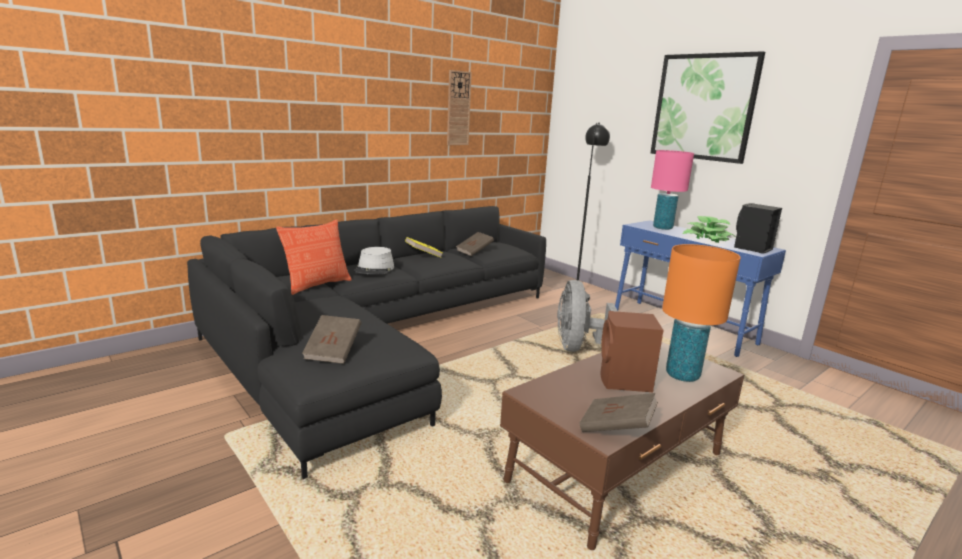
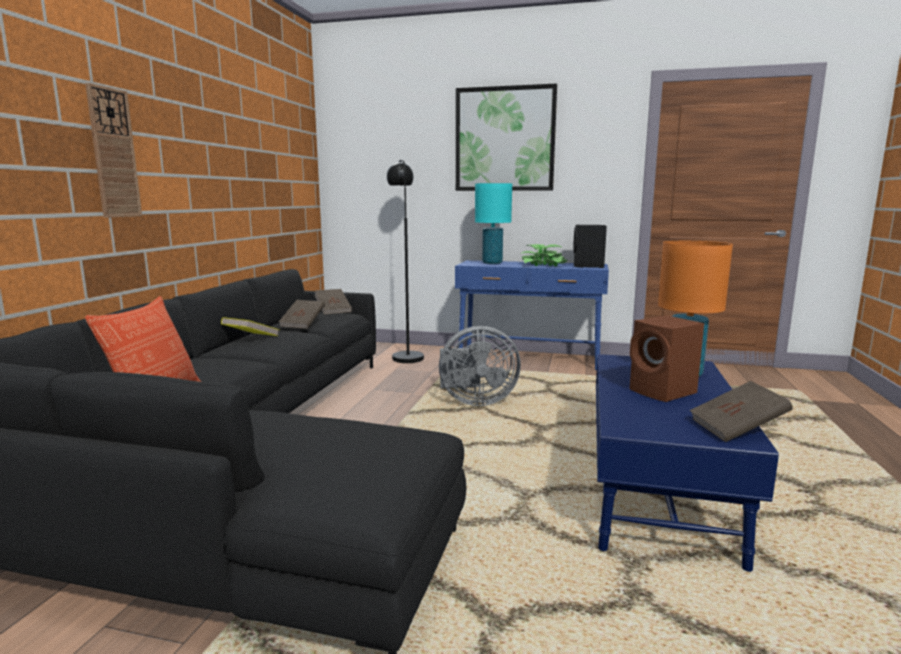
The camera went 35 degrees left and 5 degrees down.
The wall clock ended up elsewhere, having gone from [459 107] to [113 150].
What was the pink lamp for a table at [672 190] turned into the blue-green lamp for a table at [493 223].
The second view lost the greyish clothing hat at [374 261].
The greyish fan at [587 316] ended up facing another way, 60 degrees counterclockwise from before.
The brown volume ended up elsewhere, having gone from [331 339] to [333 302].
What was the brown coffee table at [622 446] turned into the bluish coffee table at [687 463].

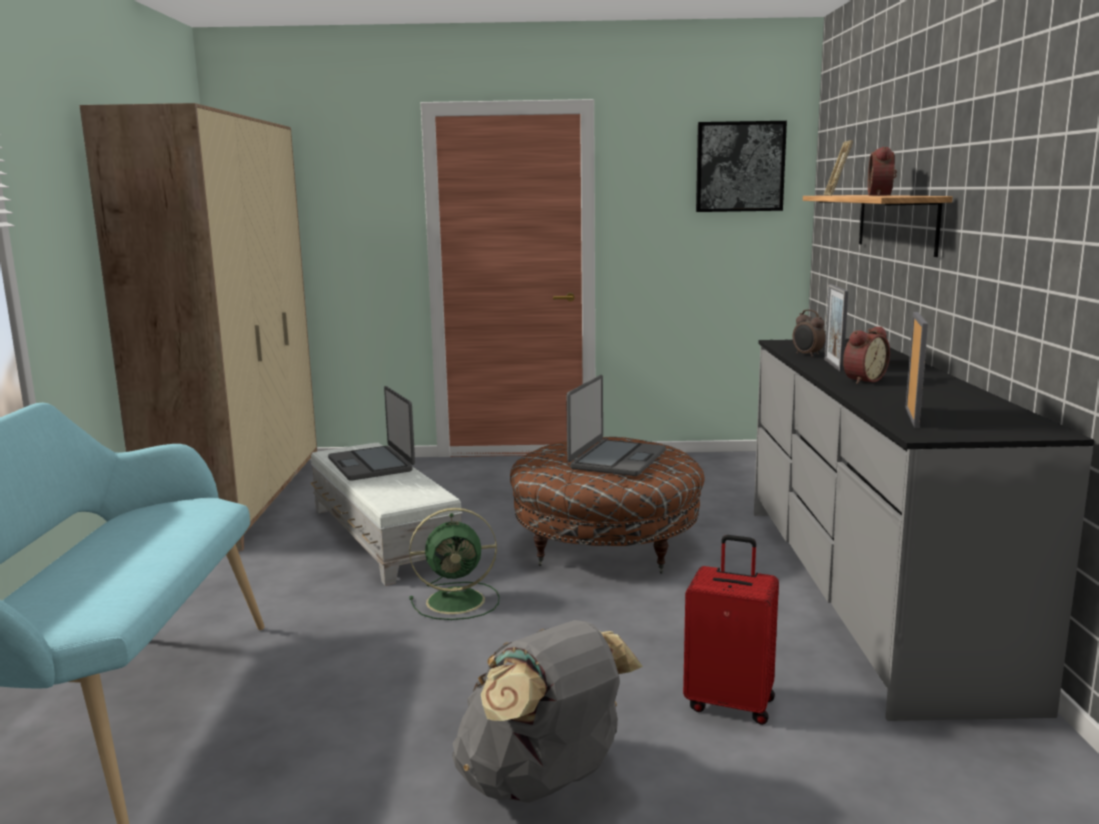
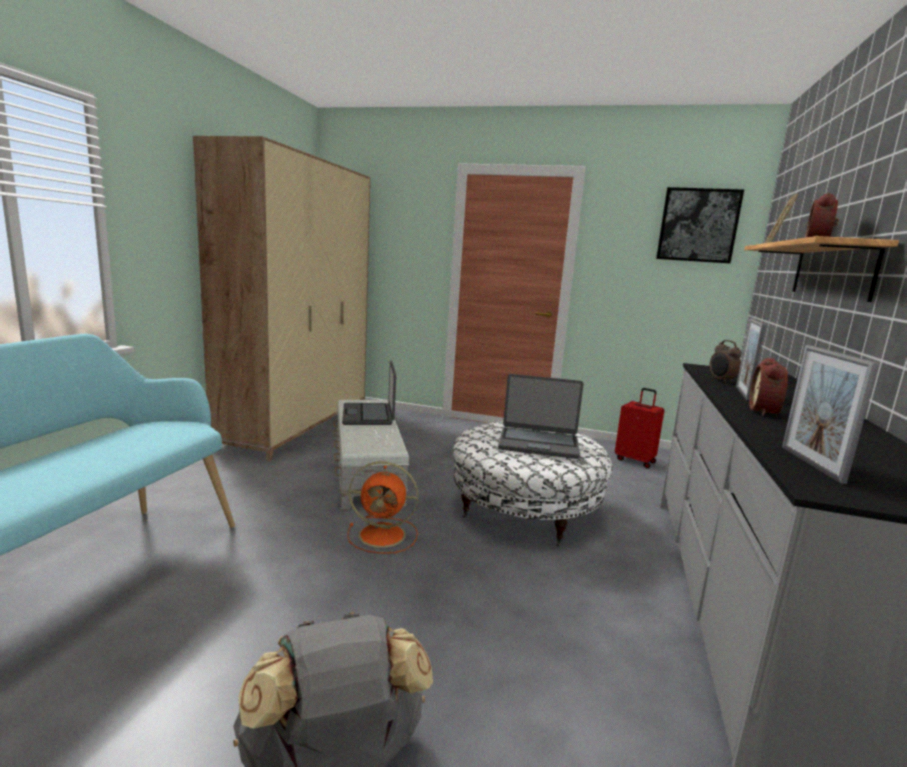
The camera went 15 degrees right and 0 degrees up.
The standing frame at [916 370] ended up facing another way, 150 degrees clockwise from before.
The alarm clock at [866 355] ended up facing another way, 135 degrees clockwise from before.
The notebook computer at [616 425] ended up facing another way, 60 degrees clockwise from before.
What was the brown ottoman at [607 505] turned into the white ottoman at [532 484].
What was the green-coloured fan at [454 564] turned into the orangey fan at [383 507].
The reddish suitcase ended up elsewhere, having gone from [731 630] to [639 428].

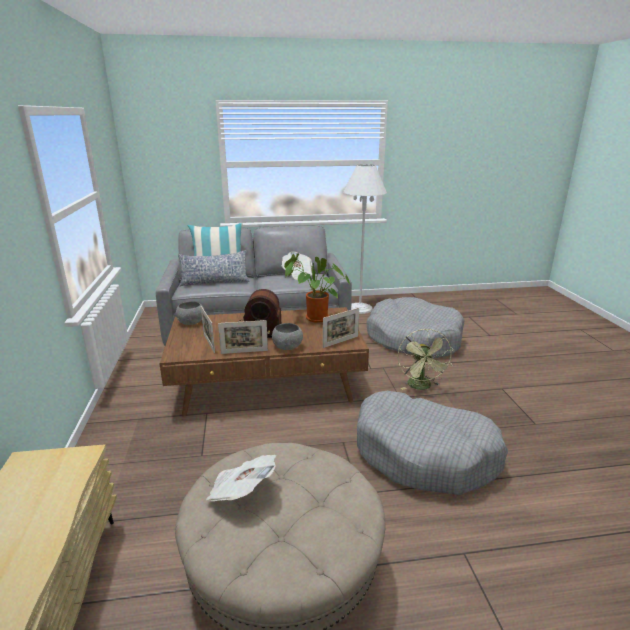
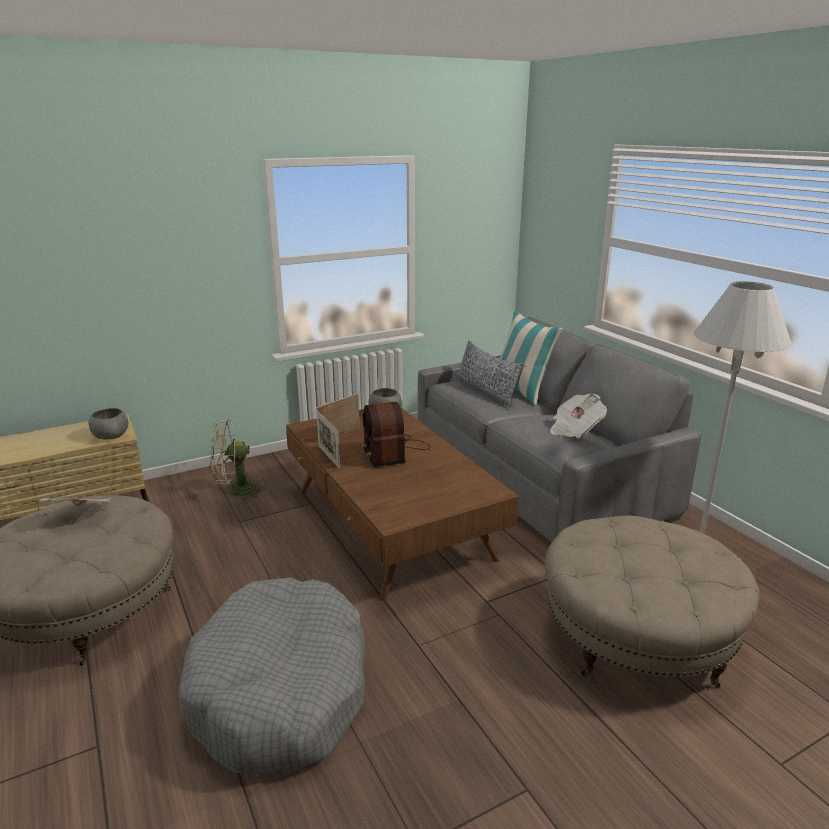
The camera went 70 degrees right and 0 degrees up.
The second view lost the houseplant at [317 288].
Where the greyish dog bed stood at [416 328], the beige-coloured ottoman came to stand at [652 602].
The second view lost the standing frame at [341 328].
The greyish bowl ended up elsewhere, having gone from [287 336] to [108 424].
The green-coloured fan ended up elsewhere, having gone from [425 359] to [237 460].

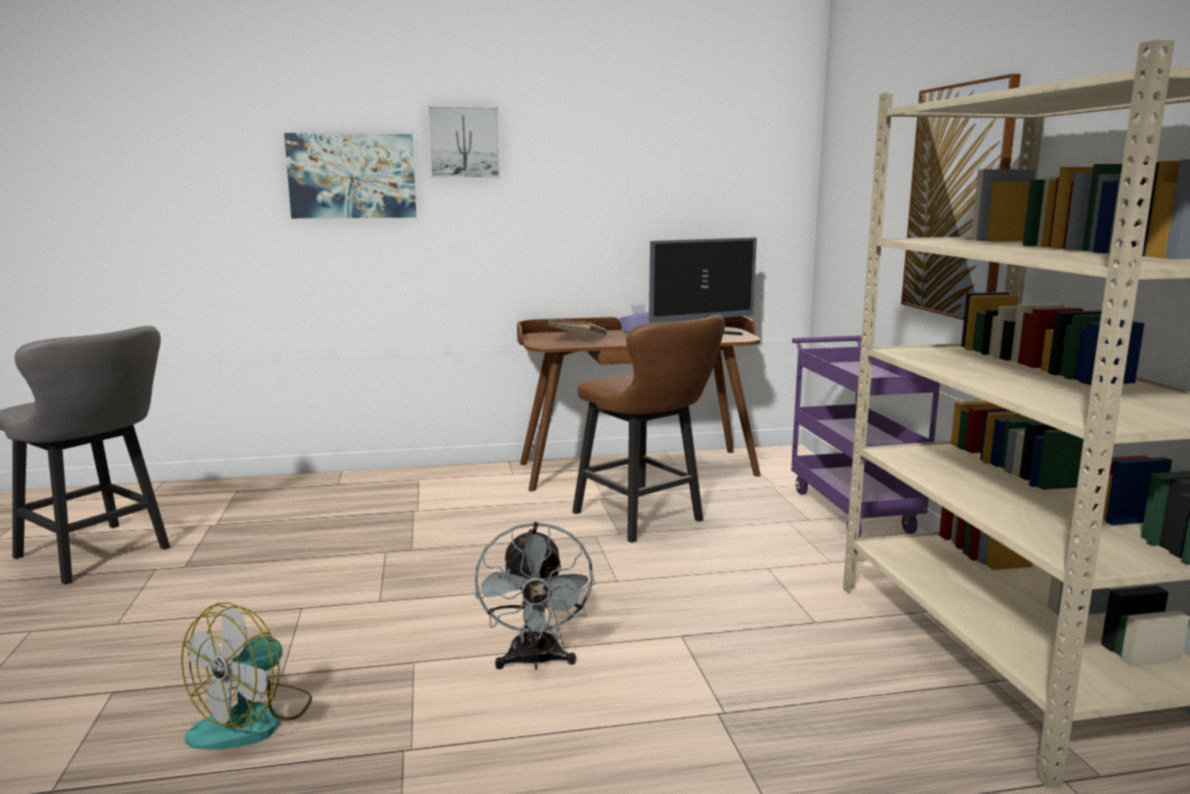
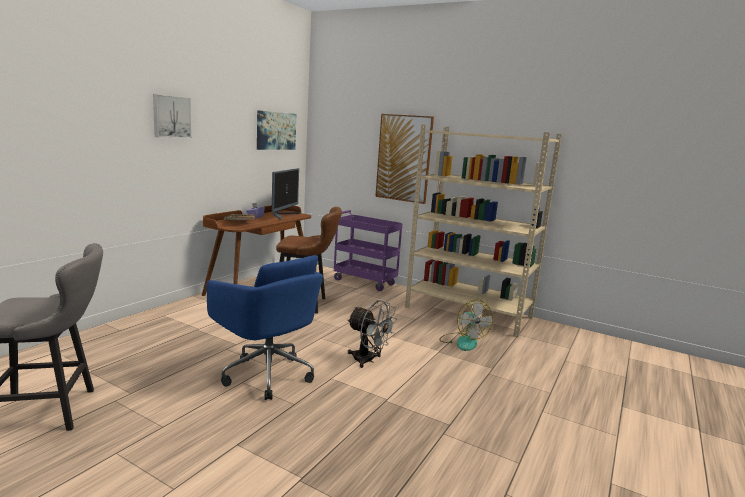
The camera went 50 degrees left and 0 degrees up.
The wall art ended up elsewhere, having gone from [350 175] to [276 130].
The fan ended up elsewhere, having gone from [246 676] to [466 325].
The second view gained the bluish office chair at [265 327].

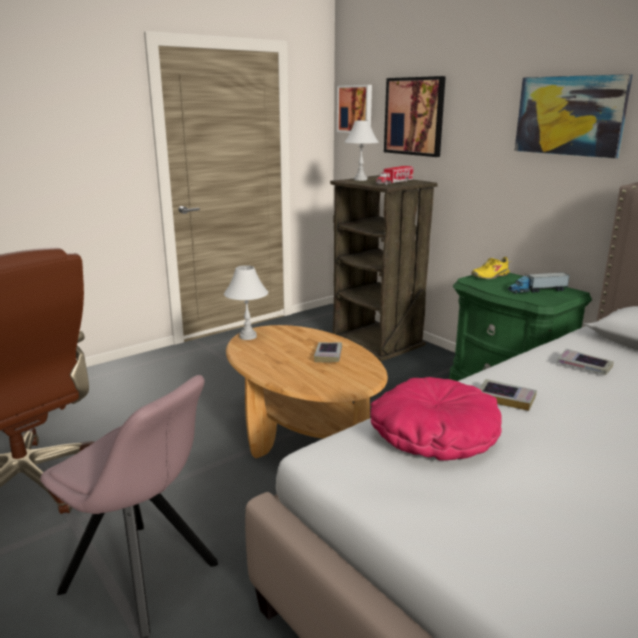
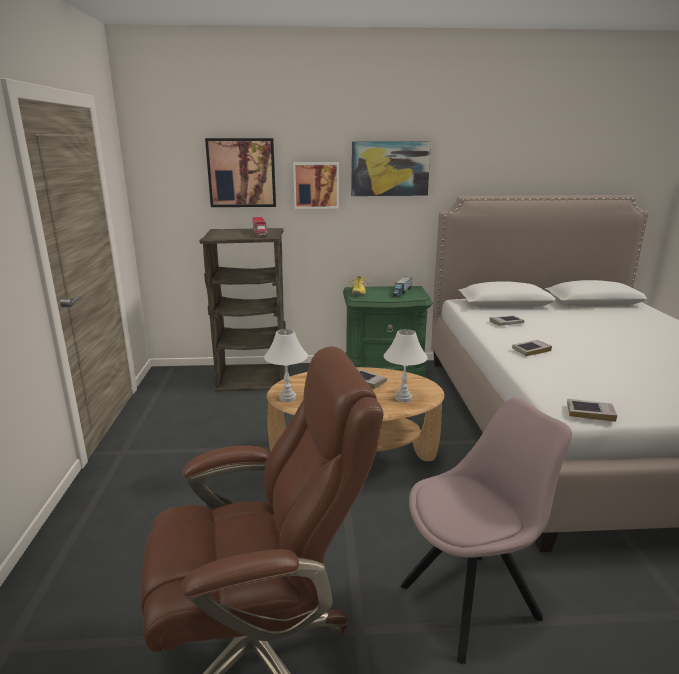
The camera went 55 degrees left and 0 degrees up.
The wall art ended up elsewhere, having gone from [354 109] to [316 186].
The white lamp for a table ended up elsewhere, having gone from [361 150] to [406 365].
The second view lost the pink pillow at [436 419].
The second view gained the volume at [592 410].

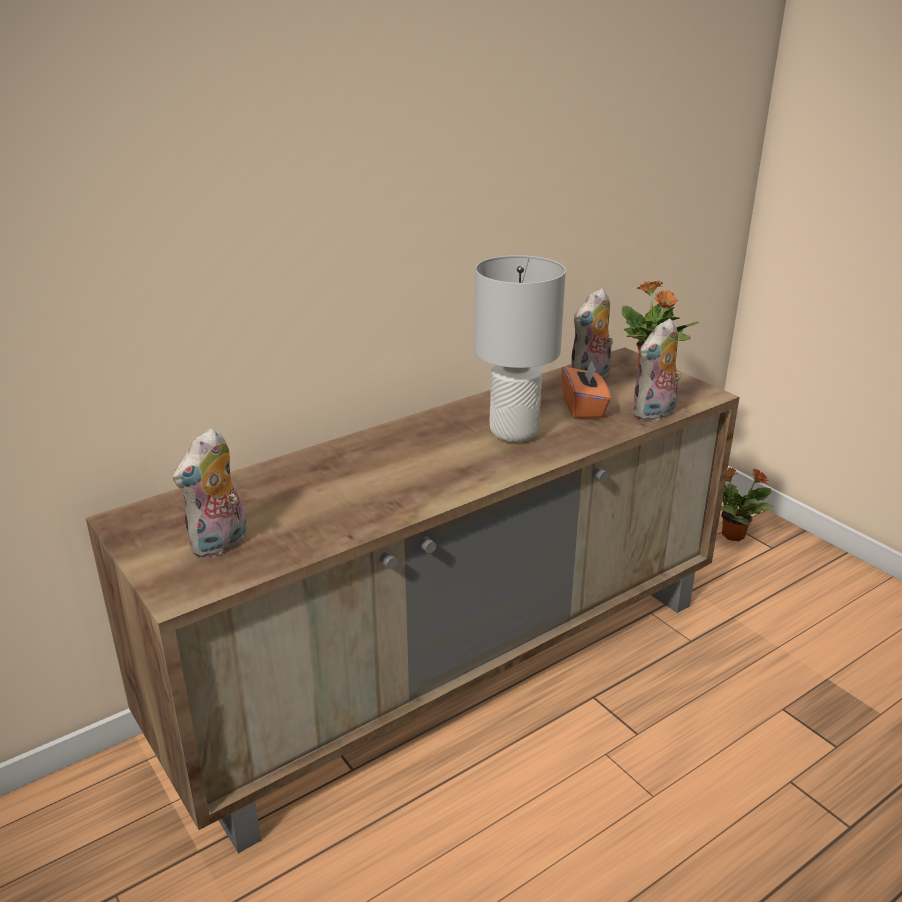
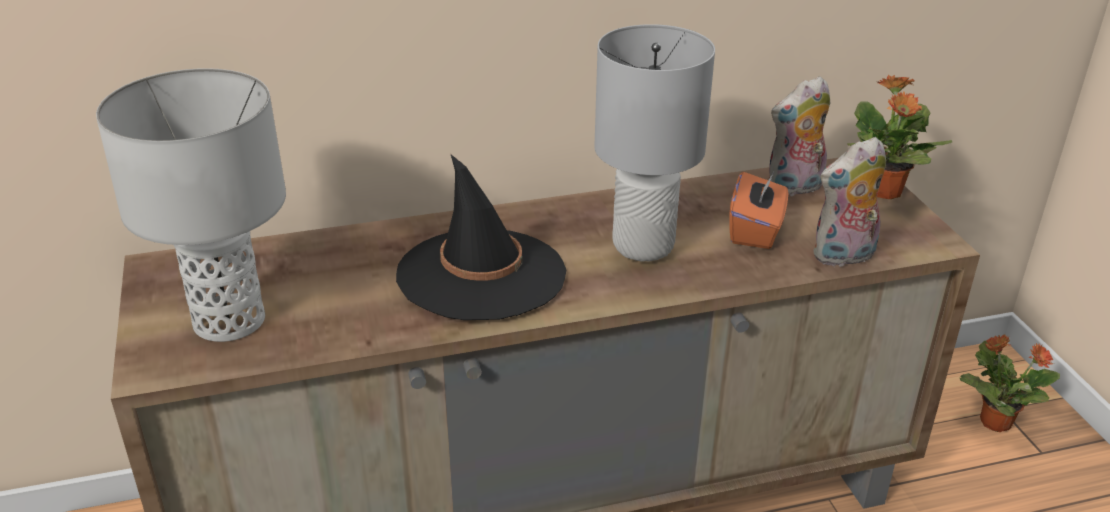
The camera went 20 degrees right and 5 degrees up.
Where the soft toy stood at [210 493], the white lamp for a table came to stand at [191 205].
The second view gained the blackish clothing hat at [481 237].

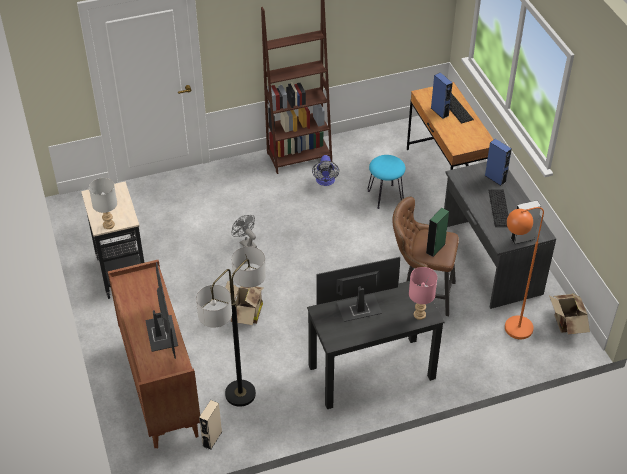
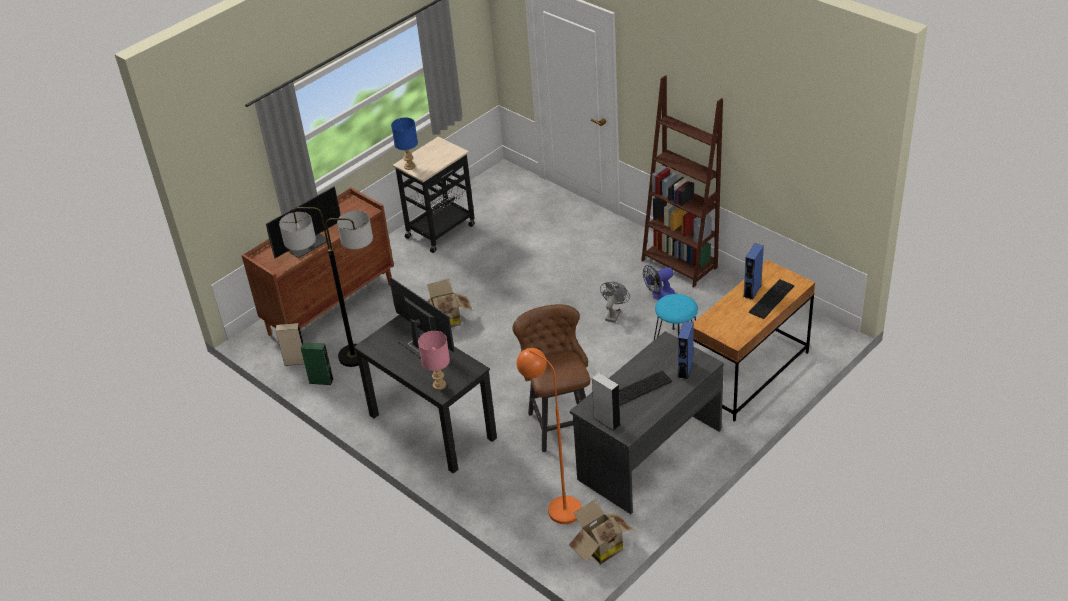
The camera went 65 degrees right and 5 degrees down.
What was the greyish lamp for a table at [103 203] turned into the bluish lamp for a table at [404 143].
The green-coloured speaker ended up elsewhere, having gone from [437 232] to [317 363].
The greyish fan ended up elsewhere, having gone from [244 231] to [615 302].

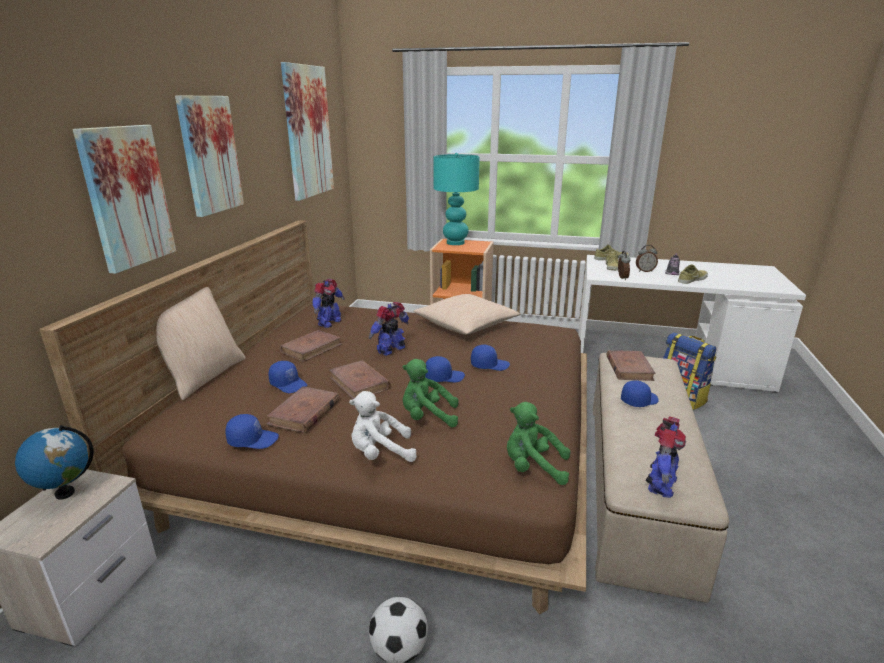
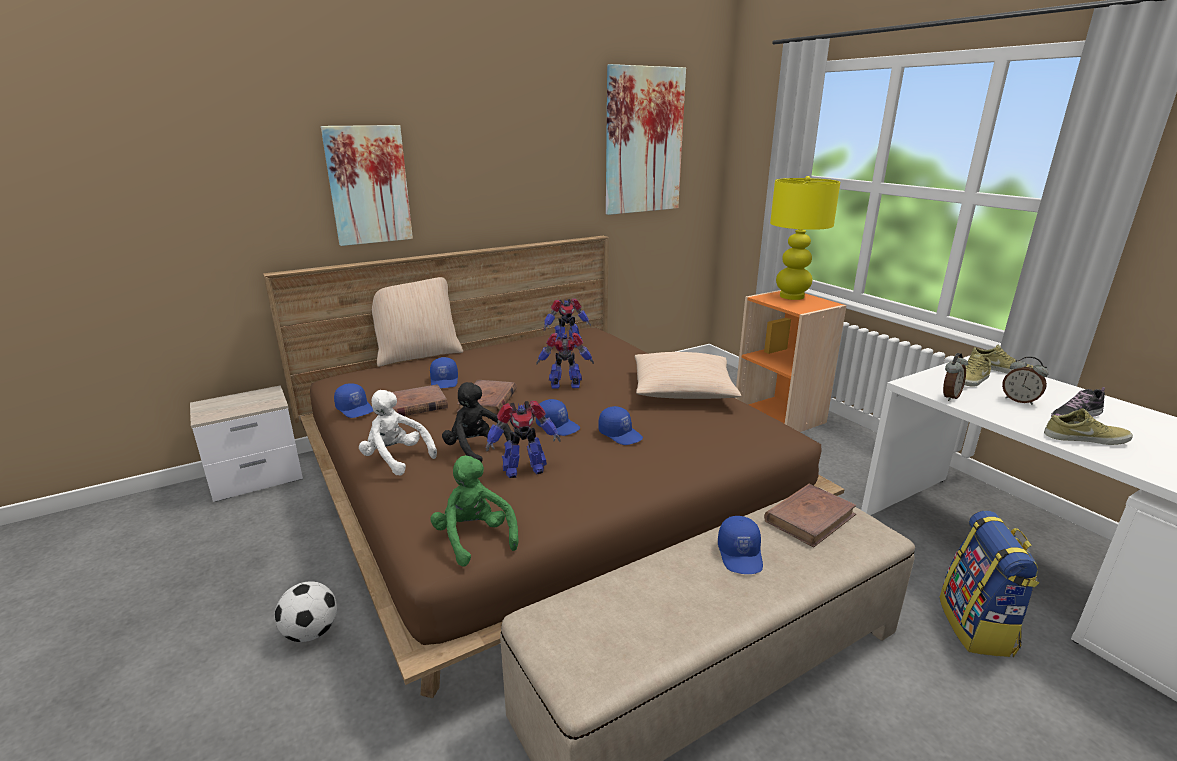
The camera went 45 degrees right and 0 degrees up.
The second view lost the wall art at [209 156].
What was the blue-green lamp for a table at [456 199] turned into the yellowish lamp for a table at [805 238].
The second view lost the brown volume at [311 346].
What was the green-coloured soft toy at [430 393] turned into the blackish soft toy at [476 422].
The bluish peaked cap at [640 393] ended up facing another way, 75 degrees clockwise from before.
The toy robot ended up elsewhere, having gone from [666 457] to [523 439].
The second view lost the world globe at [54 462].

